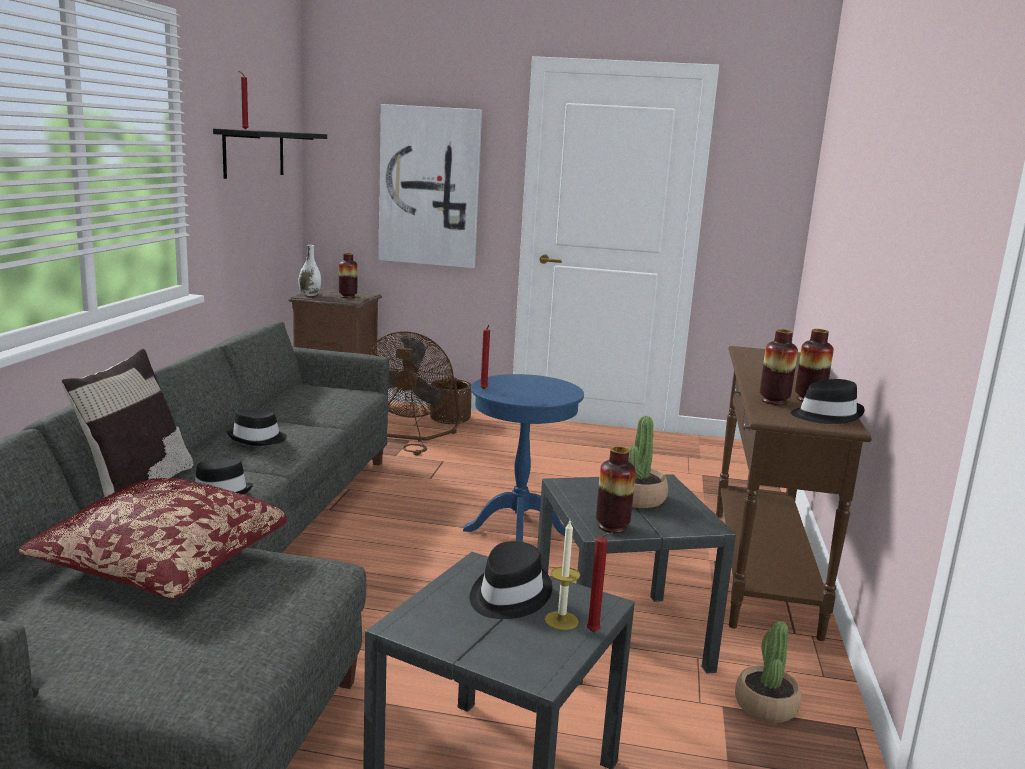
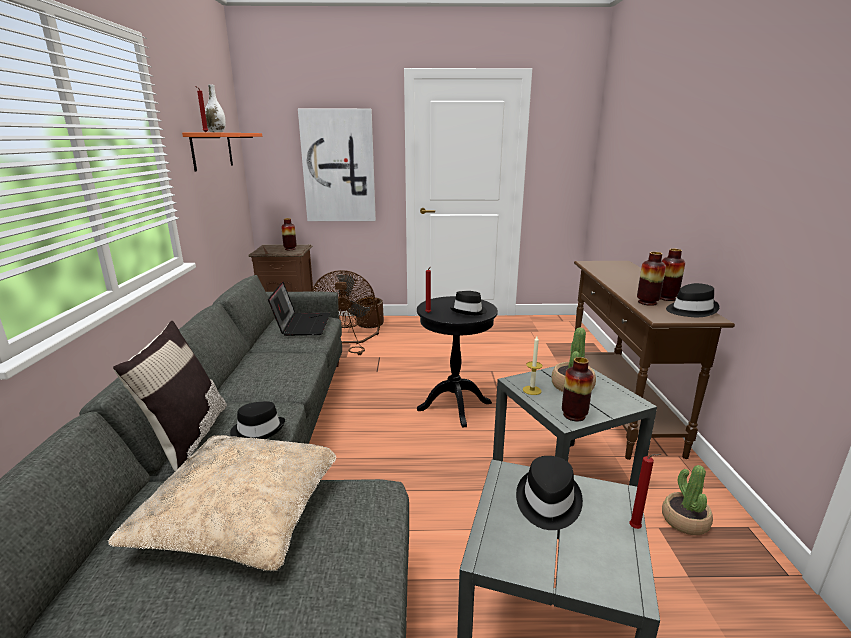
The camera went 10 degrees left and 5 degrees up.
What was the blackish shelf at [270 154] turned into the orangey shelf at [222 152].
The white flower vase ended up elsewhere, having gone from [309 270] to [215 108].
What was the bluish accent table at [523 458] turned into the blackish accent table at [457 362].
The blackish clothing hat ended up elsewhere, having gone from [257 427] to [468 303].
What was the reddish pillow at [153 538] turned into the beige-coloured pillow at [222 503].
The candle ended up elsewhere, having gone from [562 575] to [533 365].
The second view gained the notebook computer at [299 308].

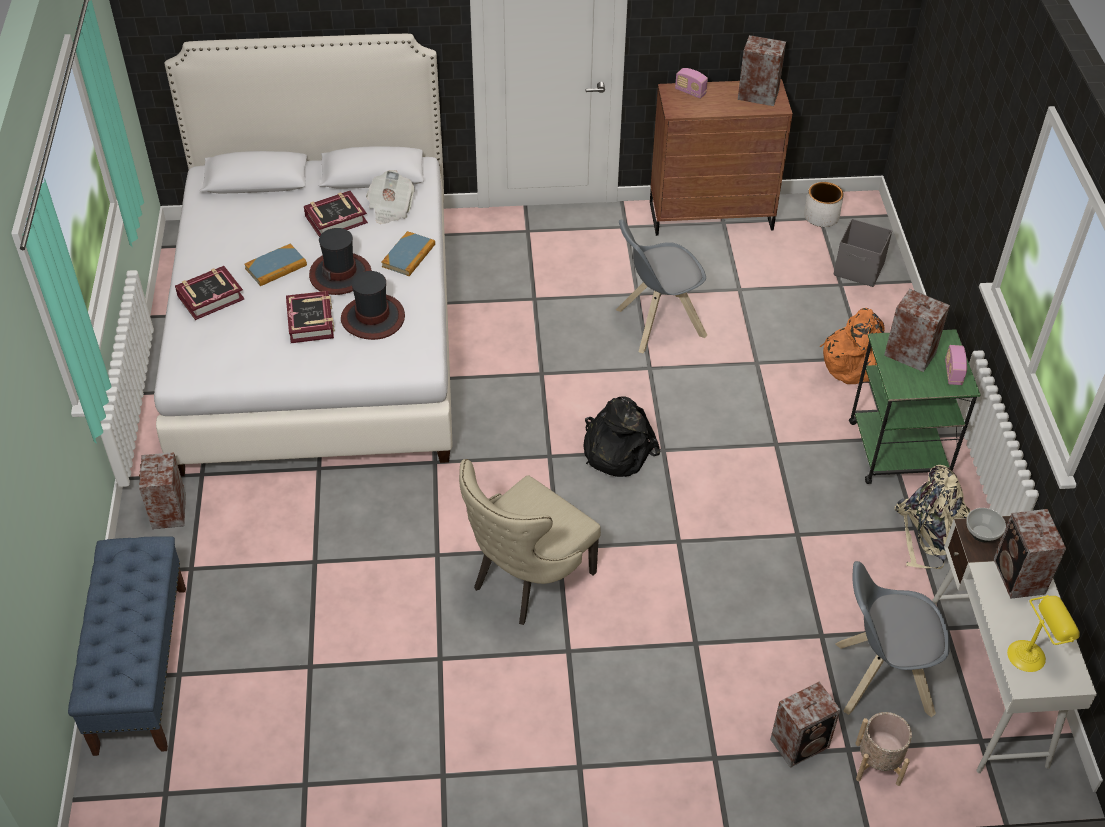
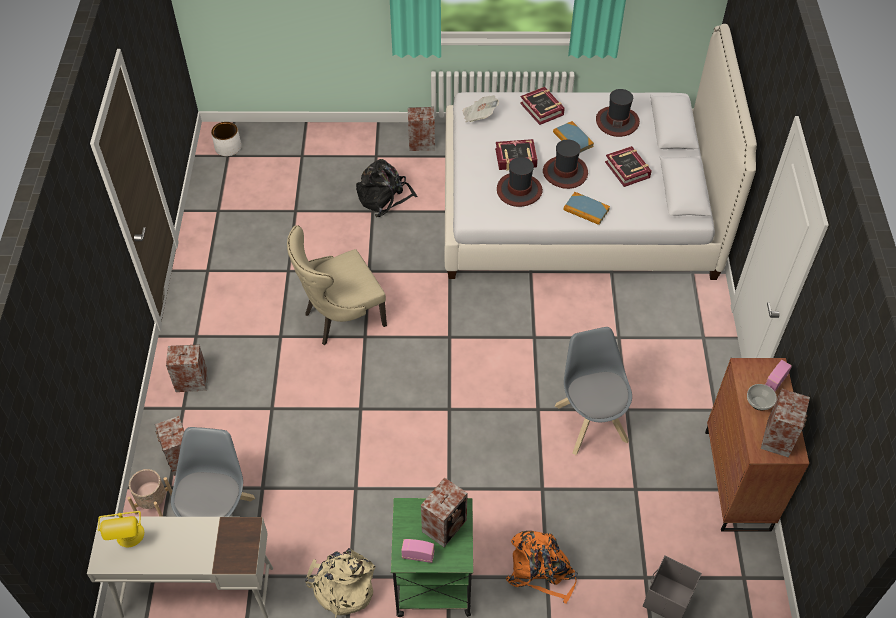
The camera went 95 degrees right and 5 degrees up.
The newspaper ended up elsewhere, having gone from [390 197] to [480 108].
The white planter ended up elsewhere, having gone from [824 204] to [226 139].
The blackish backpack ended up elsewhere, having gone from [621 436] to [387 188].
The beige-coloured plain chair at [530 542] ended up facing another way, 75 degrees counterclockwise from before.
The bowl ended up elsewhere, having gone from [986 525] to [762 397].
The speaker ended up elsewhere, having gone from [1030 554] to [187 368].
The second view lost the bluish long seat at [127 646].
The second view gained the clothing hat at [618 113].

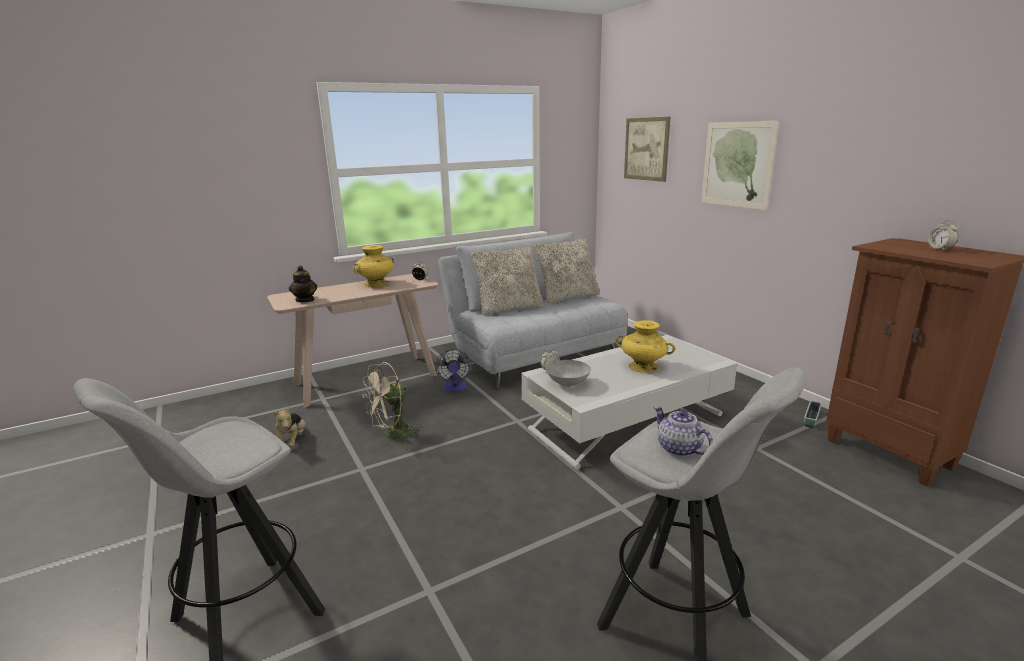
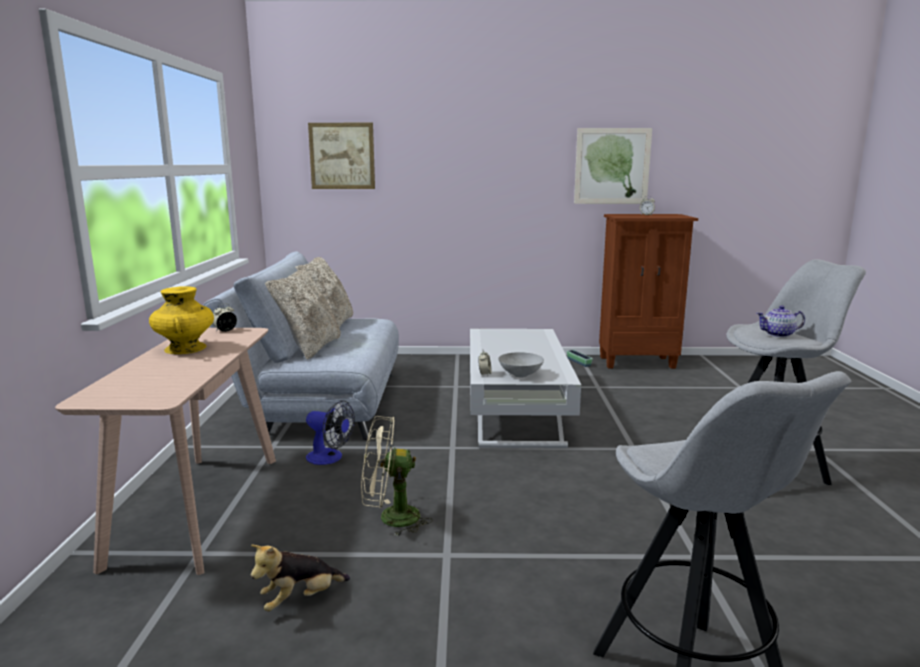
The camera went 60 degrees left and 5 degrees down.
The wall art ended up elsewhere, having gone from [740 165] to [613 166].
The second view lost the tea pot at [303 283].
The second view lost the yellowish flower vase at [645 346].
The beige-coloured fan at [392 402] ended up facing another way, 90 degrees clockwise from before.
The soft toy at [290 426] ended up facing another way, 120 degrees clockwise from before.

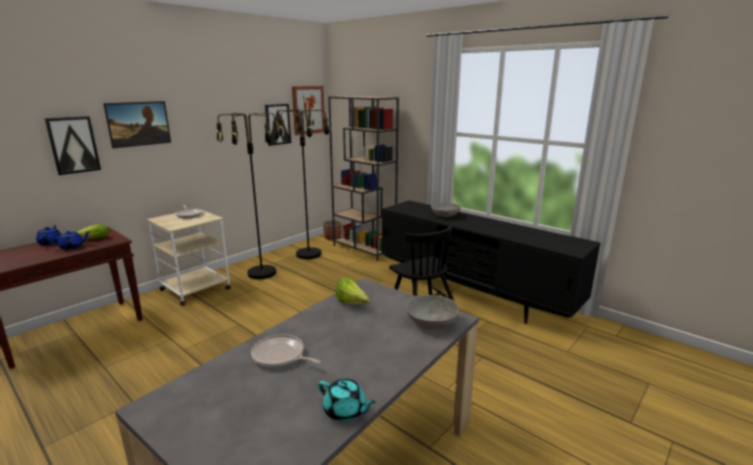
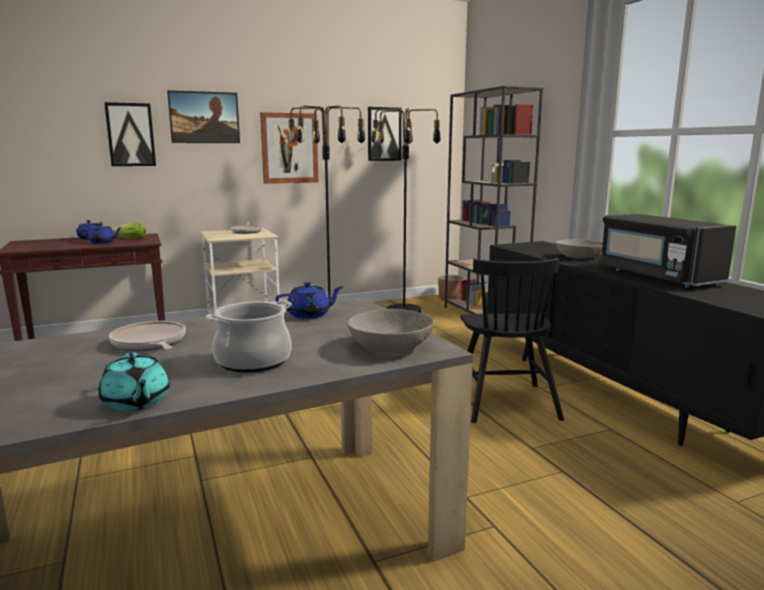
The camera went 25 degrees right and 5 degrees down.
The wall art ended up elsewhere, having gone from [308 110] to [289 148].
Where the lettuce stood at [352 291], the bluish tea pot came to stand at [309 300].
The second view gained the blackish kitchen microwave at [667 251].
The second view gained the cooking pot at [249 336].

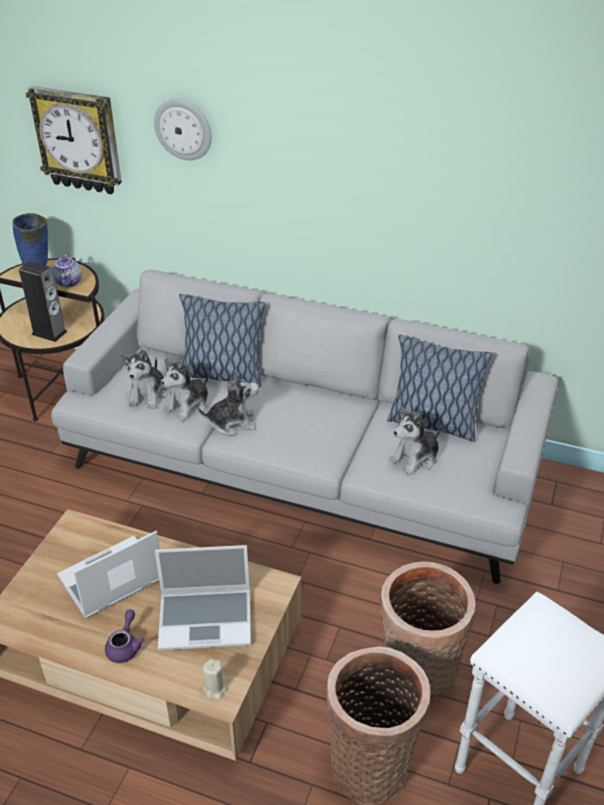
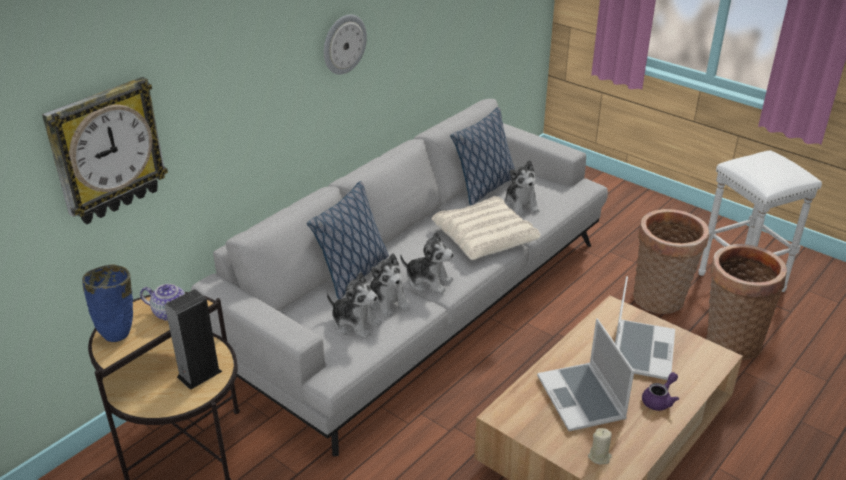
The camera went 70 degrees left and 5 degrees down.
The wall clock ended up elsewhere, having gone from [183 129] to [345 44].
The soft toy at [228 403] ended up facing another way, 105 degrees clockwise from before.
The purplish tea pot at [125 636] ended up facing another way, 105 degrees clockwise from before.
The beige-coloured candle ended up elsewhere, having gone from [215 679] to [600 446].
The second view gained the beige-coloured pillow at [485 228].

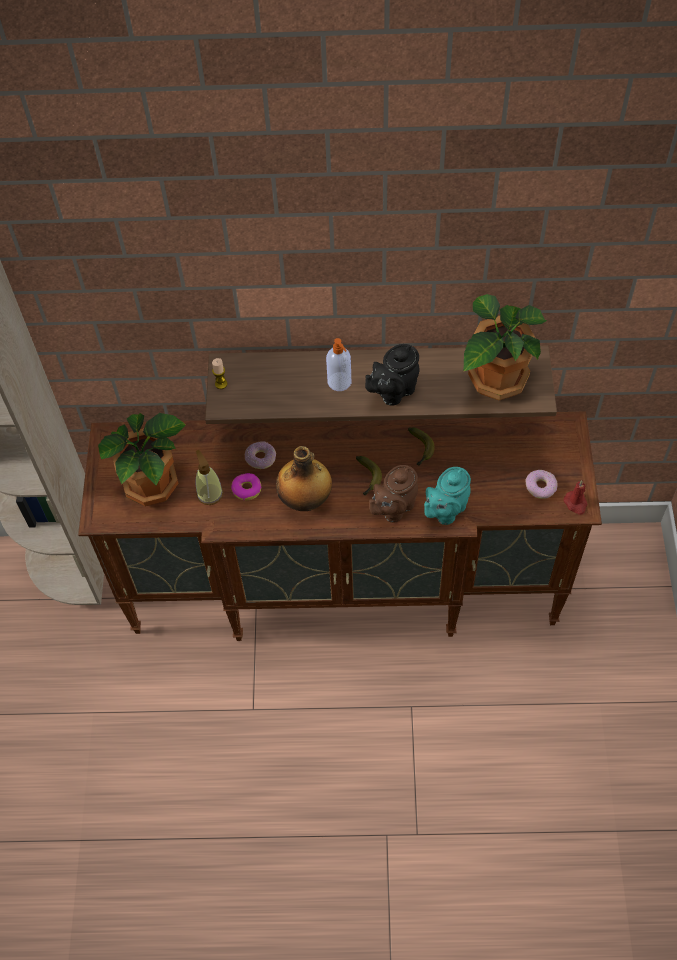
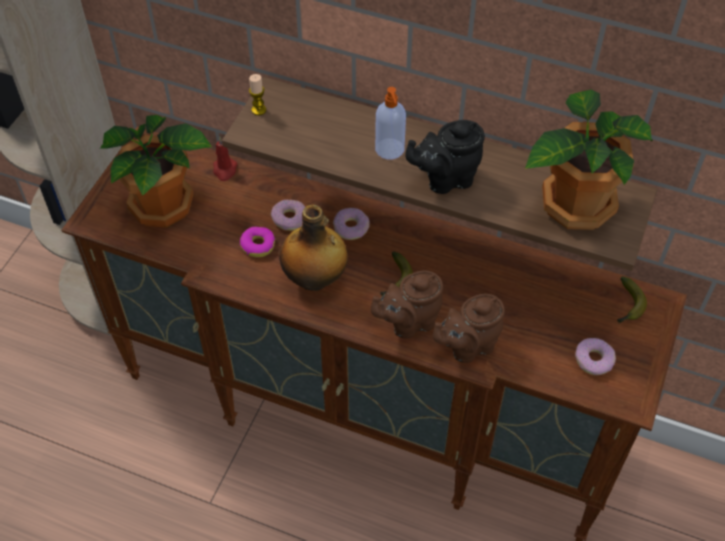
The camera went 20 degrees right and 5 degrees down.
The whole banana ended up elsewhere, having gone from [421 446] to [632 299].
The second view lost the liquid soap bottle at [210 477].
What was the blue-green tea pot at [447 496] turned into the brown tea pot at [469 328].
The reddish candle ended up elsewhere, having gone from [575 497] to [225 158].
The second view gained the ring doughnut at [351 224].

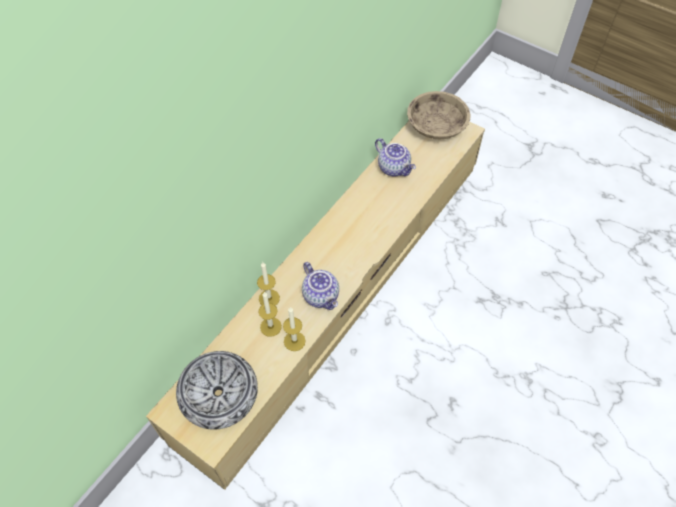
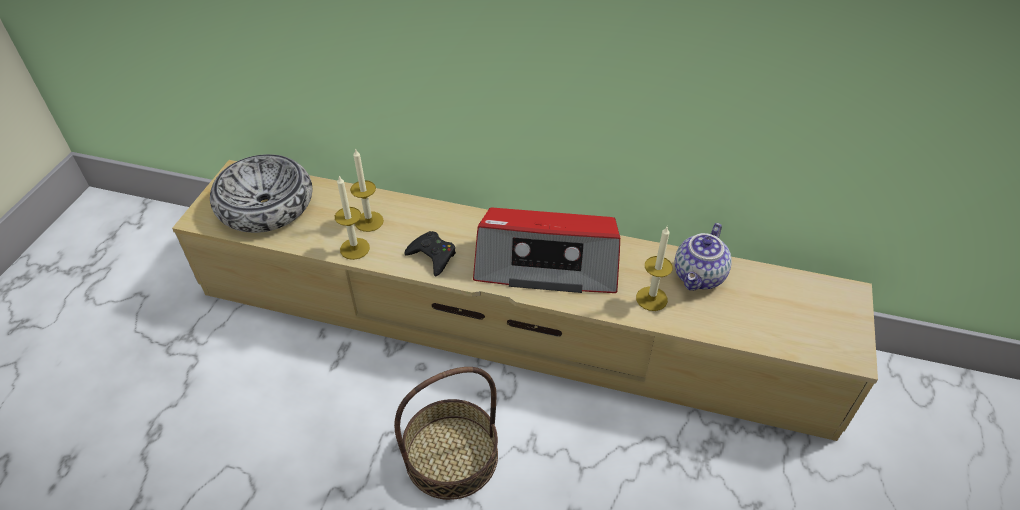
The camera went 70 degrees right and 10 degrees down.
The second view lost the beige-coloured bowl at [438 115].
The candle ended up elsewhere, having gone from [268 284] to [654 269].
Where the tea pot stood at [320 286], the blackish gamepad came to stand at [430 253].
The second view gained the radio set at [546 250].
The second view gained the basket at [446 433].

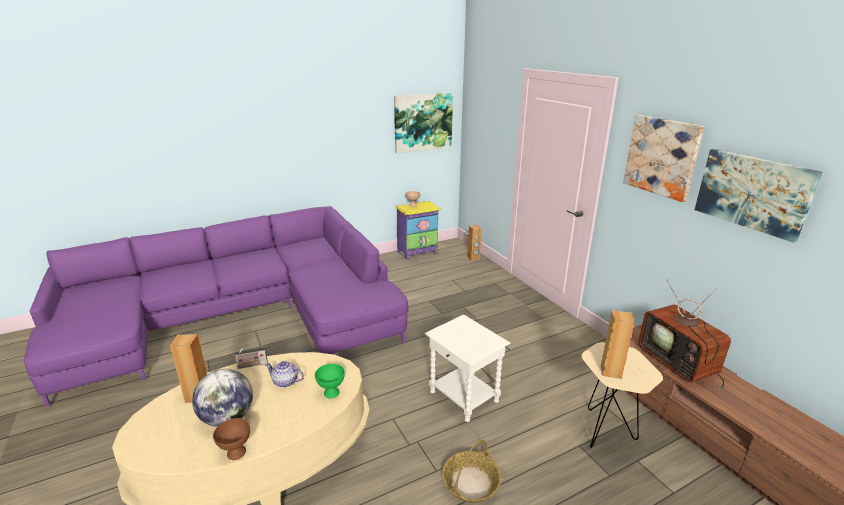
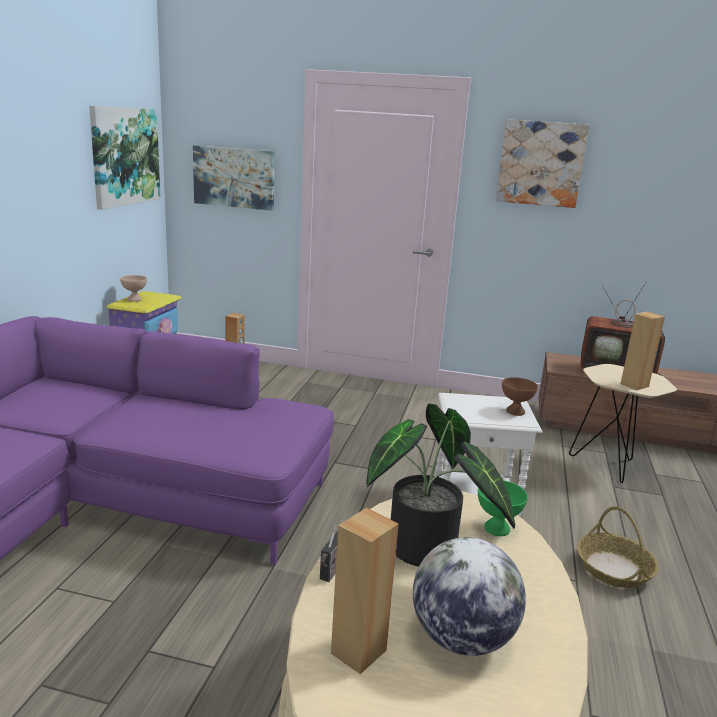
The camera went 50 degrees left and 5 degrees down.
The wall art ended up elsewhere, having gone from [758 196] to [234 178].
Where the tea pot stood at [284 374], the houseplant came to stand at [440 485].
The brown bowl ended up elsewhere, having gone from [231 439] to [520 396].

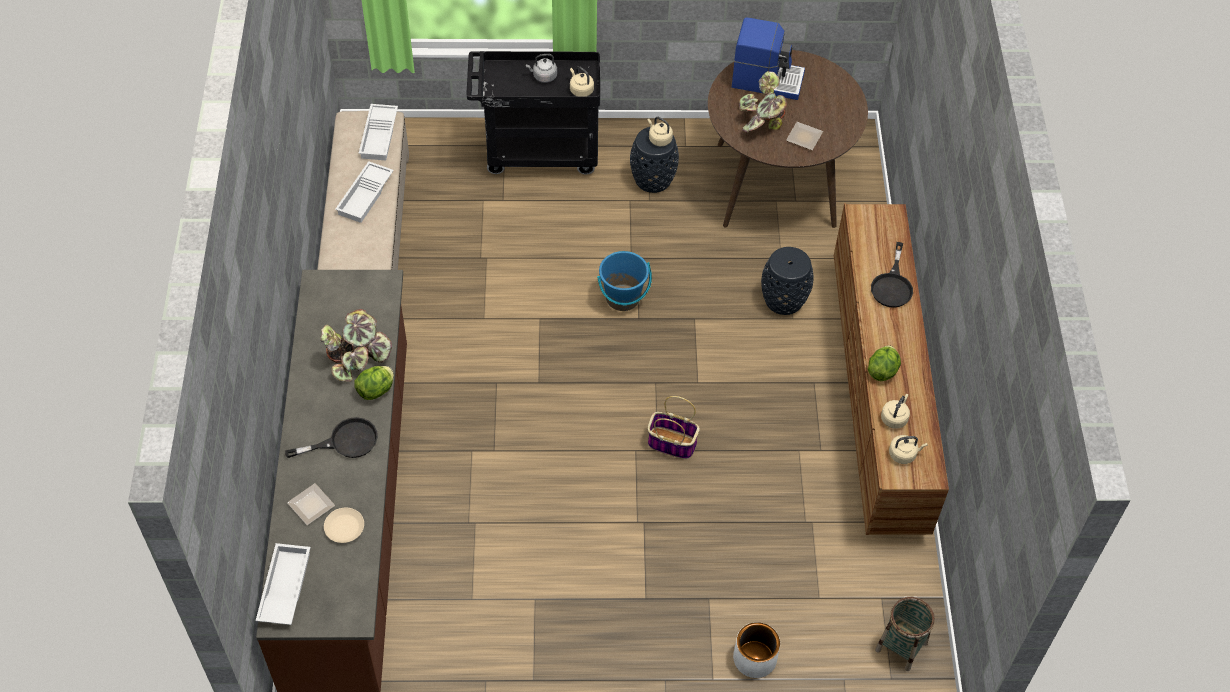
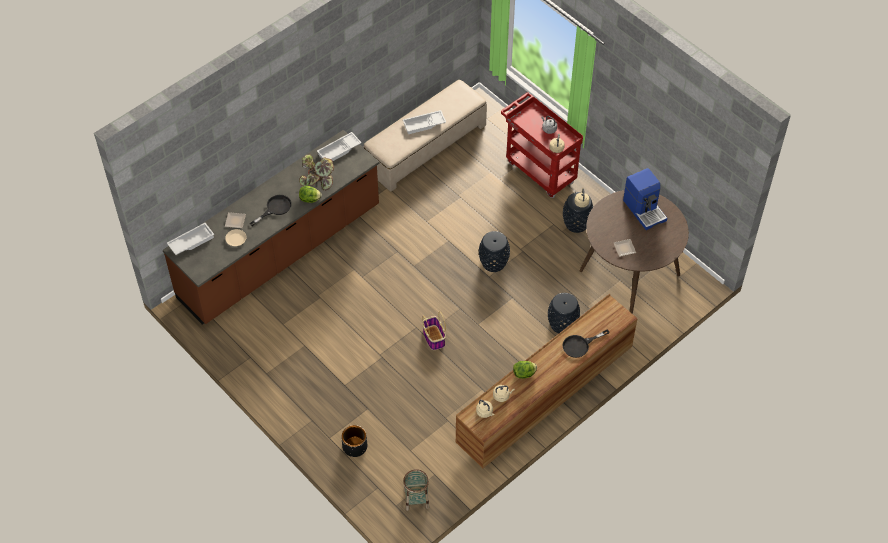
The camera went 50 degrees right and 0 degrees up.
What was the blackish trolley at [533 112] turned into the reddish trolley at [542 145].
The second view lost the houseplant at [763 102].
The white carrying tray ended up elsewhere, having gone from [378 132] to [339 146].
Where the bluish water bucket stood at [624 281], the blackish stool came to stand at [494 251].
The blackish skillet at [331 437] ended up facing another way, 75 degrees counterclockwise from before.
What was the white planter at [756 650] turned into the blackish planter at [354 441].

